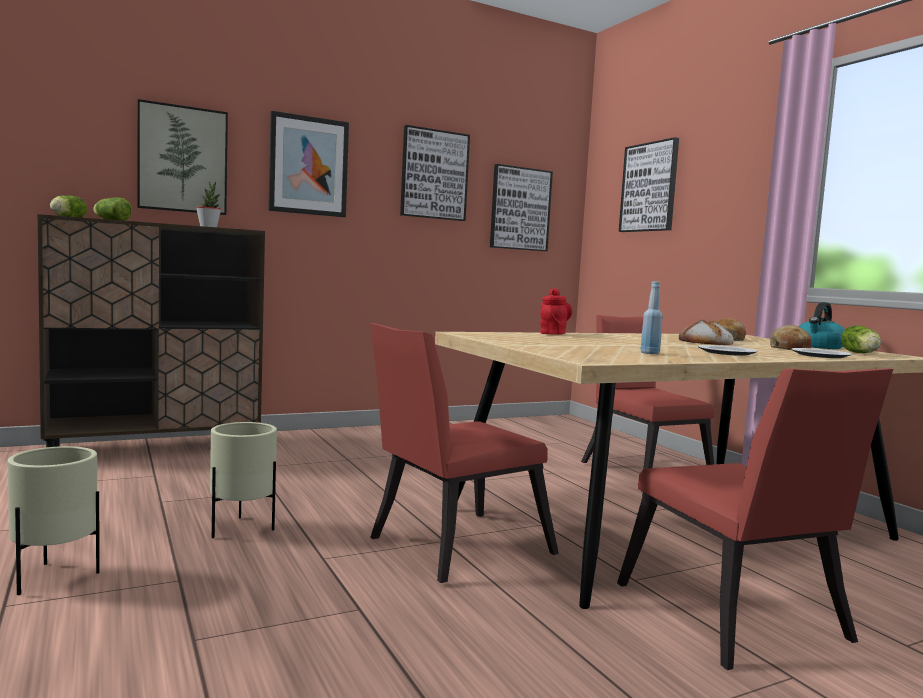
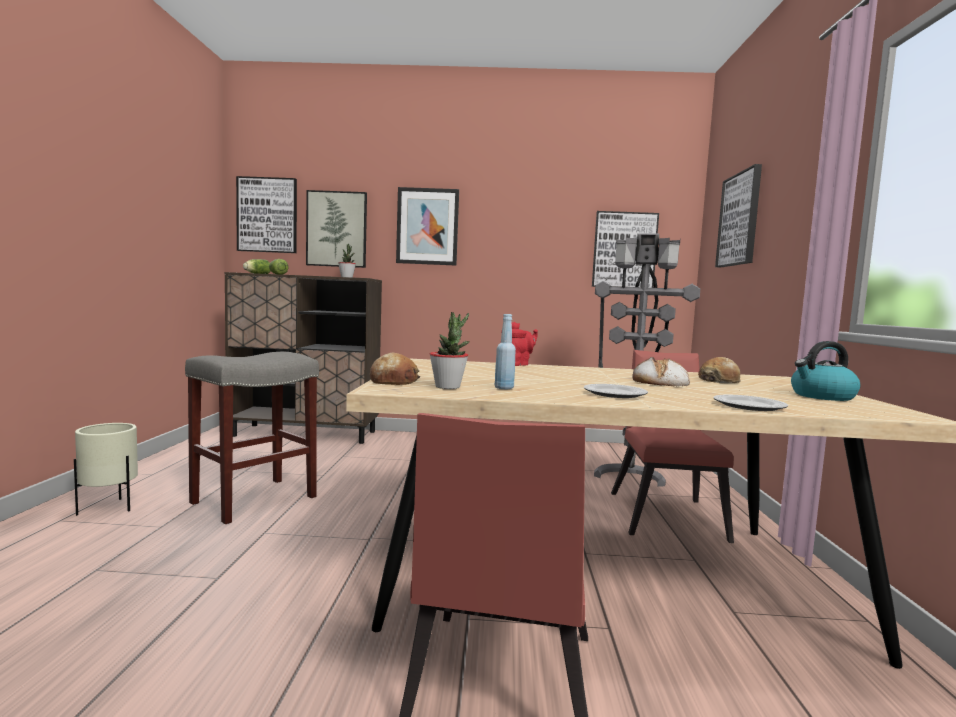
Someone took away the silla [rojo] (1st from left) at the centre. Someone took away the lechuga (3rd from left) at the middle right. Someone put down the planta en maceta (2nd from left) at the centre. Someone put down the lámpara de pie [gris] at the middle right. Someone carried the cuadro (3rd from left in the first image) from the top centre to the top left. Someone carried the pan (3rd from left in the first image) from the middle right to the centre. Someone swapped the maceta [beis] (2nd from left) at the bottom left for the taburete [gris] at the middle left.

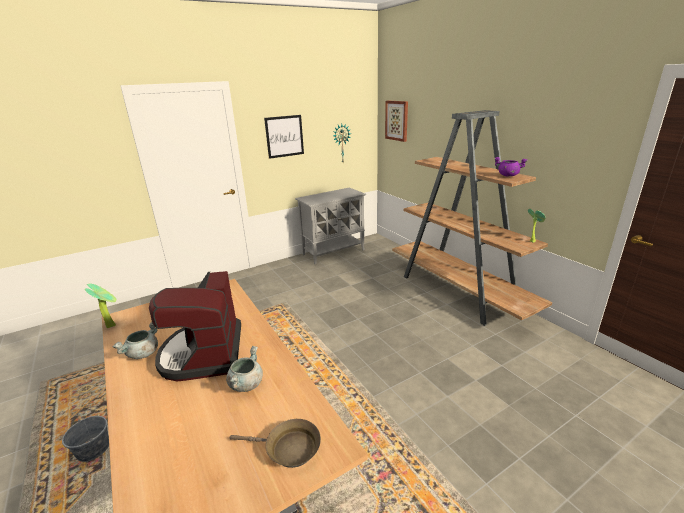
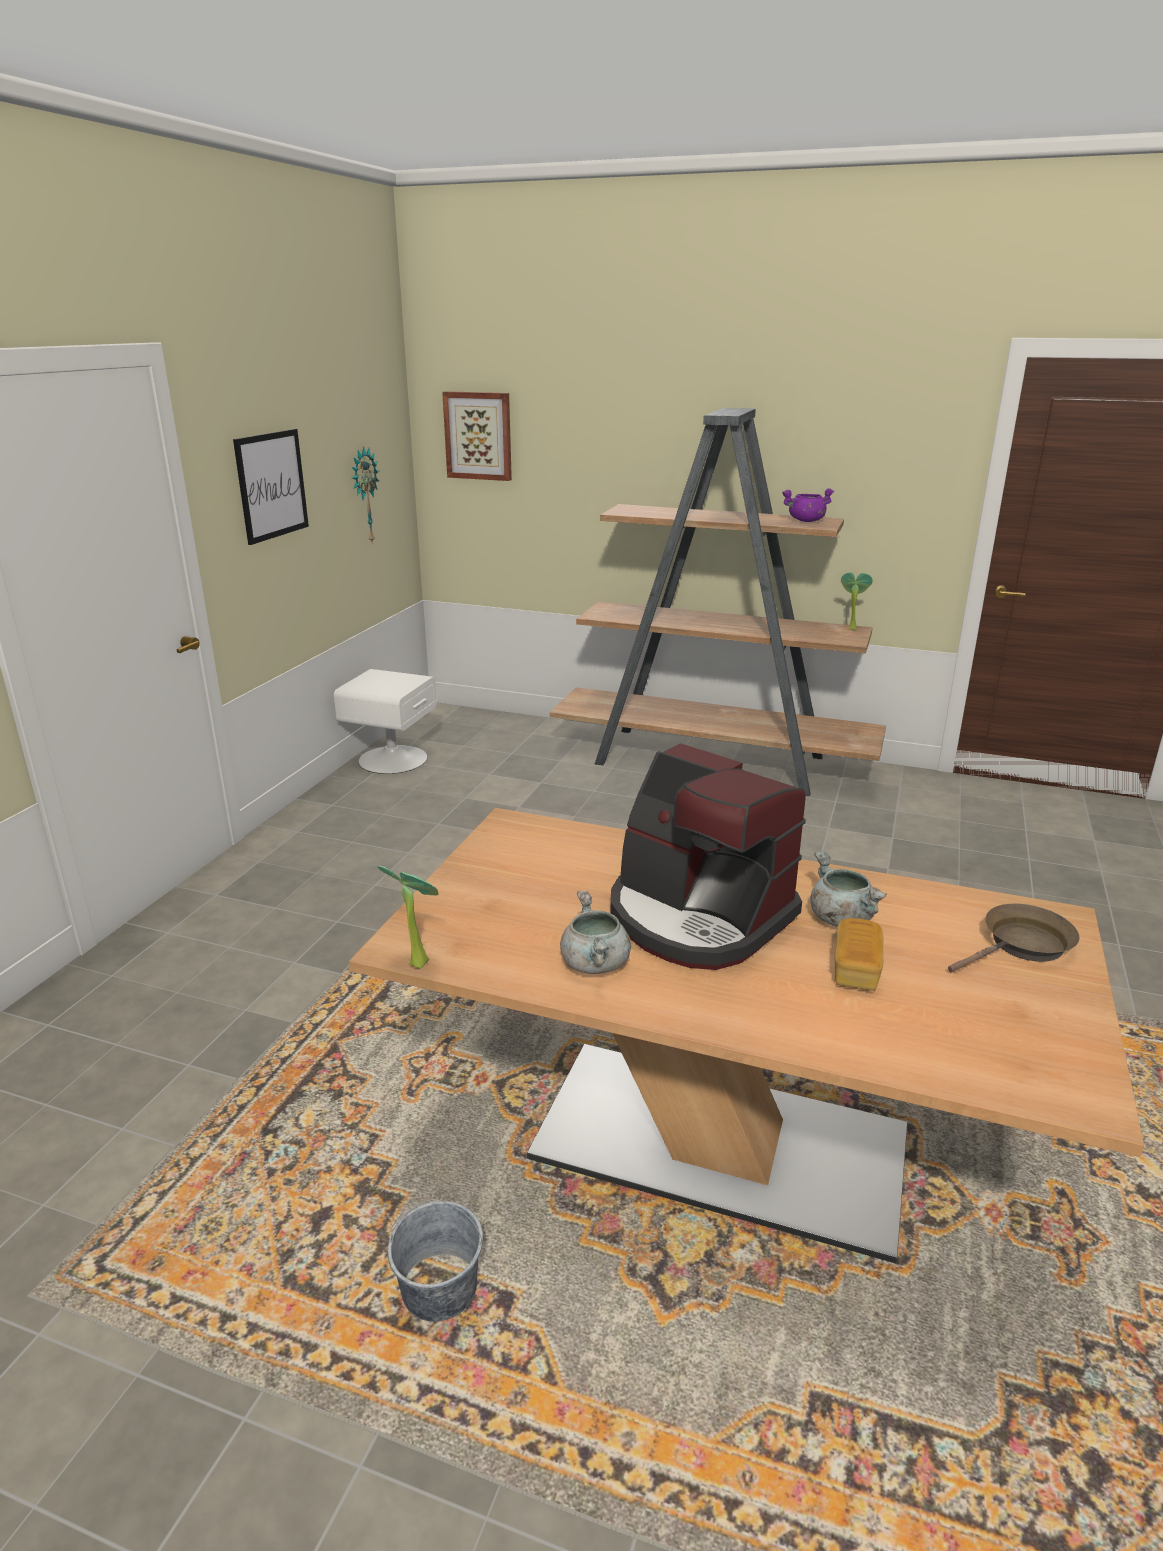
Someone put down the pan at the middle right. Someone swapped the armario [gris] at the centre for the mesita de noche [blanco] at the middle left.

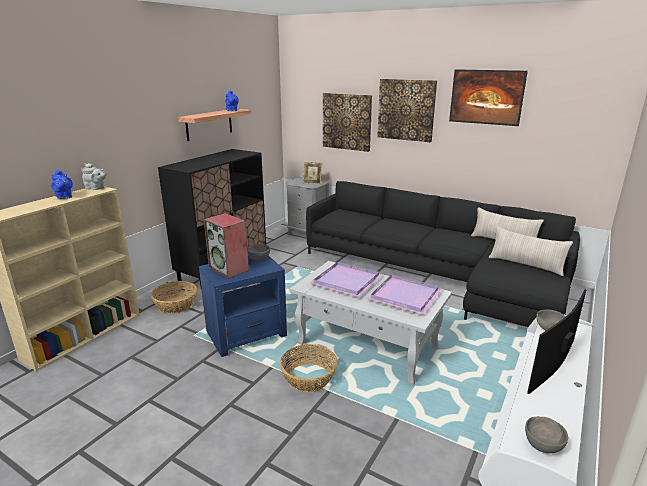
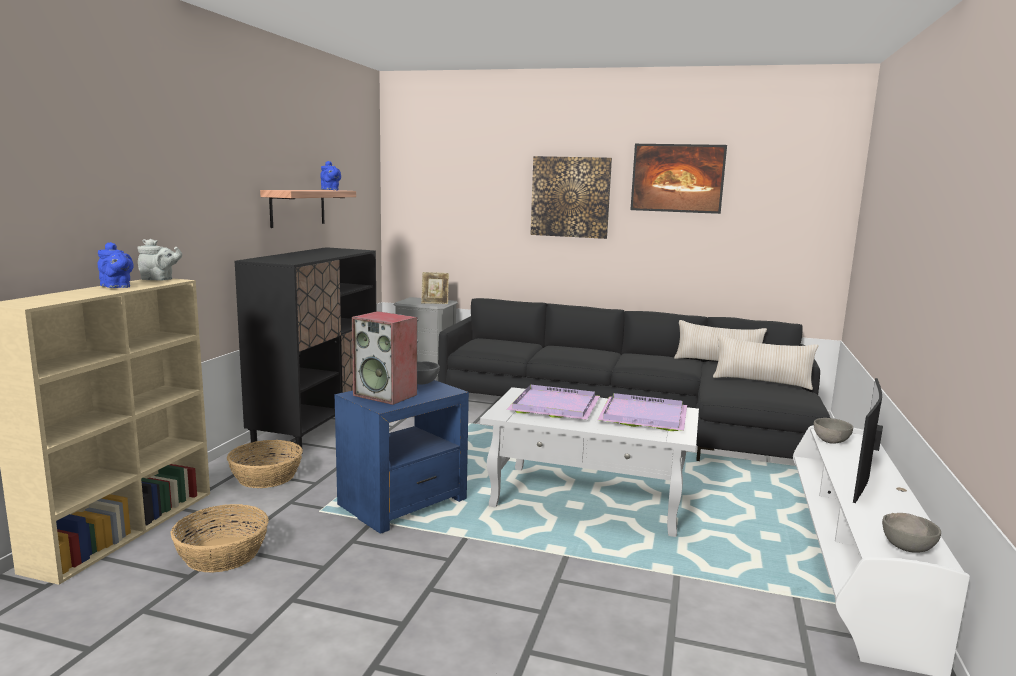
Someone took away the cuadro (1st from left) at the top centre. Someone carried the cesta (2nd from left in the first image) from the bottom centre to the bottom left.

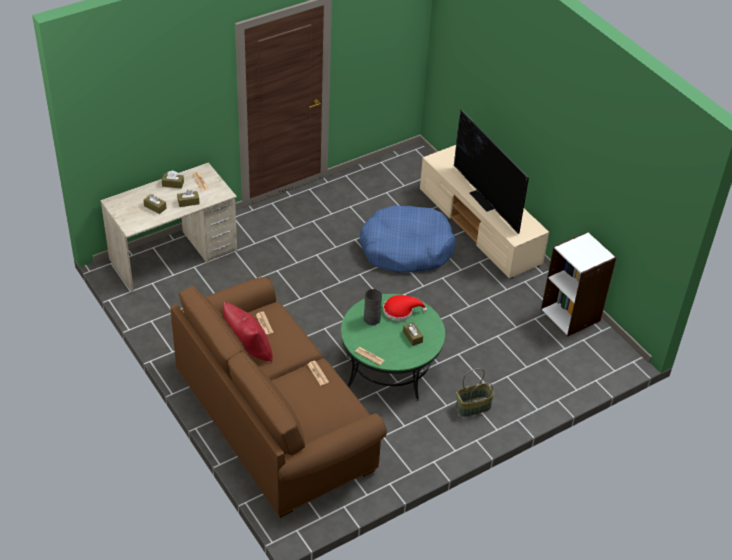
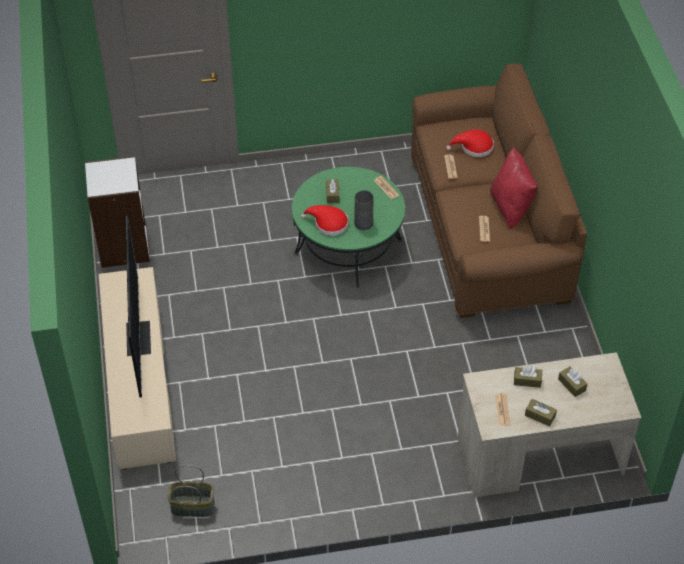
Someone took away the cama para perro [azul] at the centre. Someone put down the sombrero [rojo] (2nd from left) at the top right. Someone carried the cesta from the bottom centre to the bottom left.

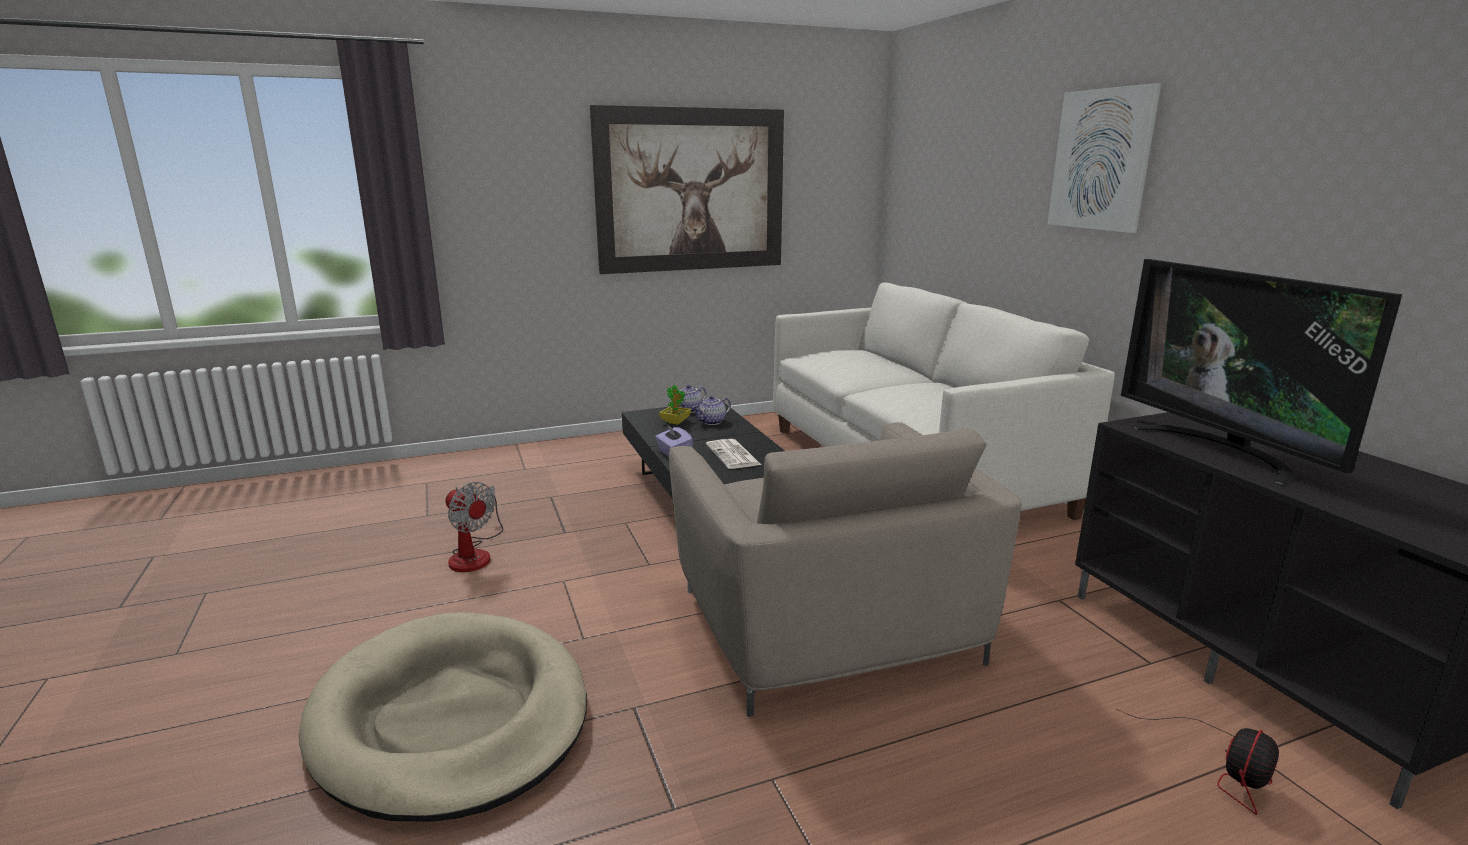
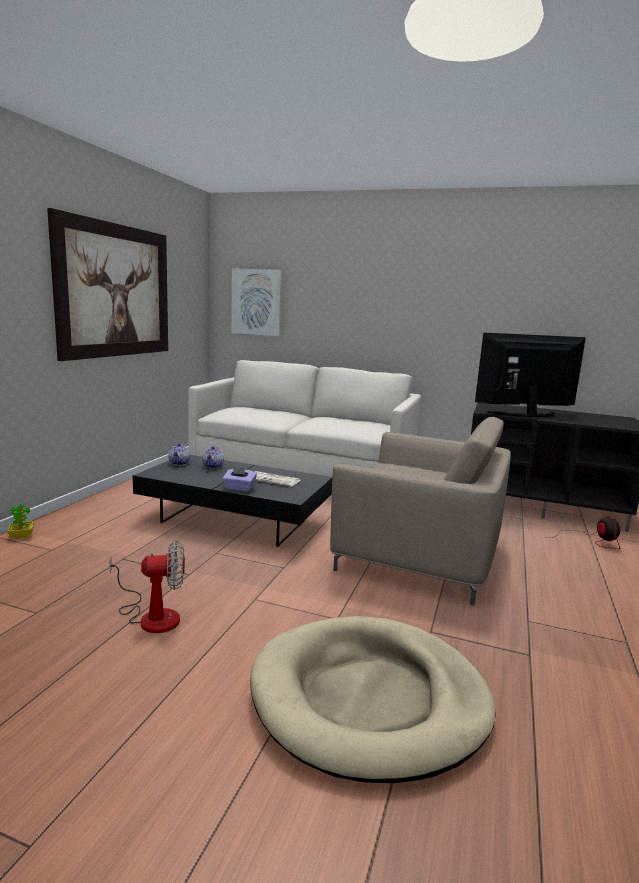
Someone carried the planta en maceta from the centre to the middle left. Someone carried the cuadro (2nd from left) from the top right to the centre. Someone rotated the televisor at the middle right by 150 degrees clockwise.

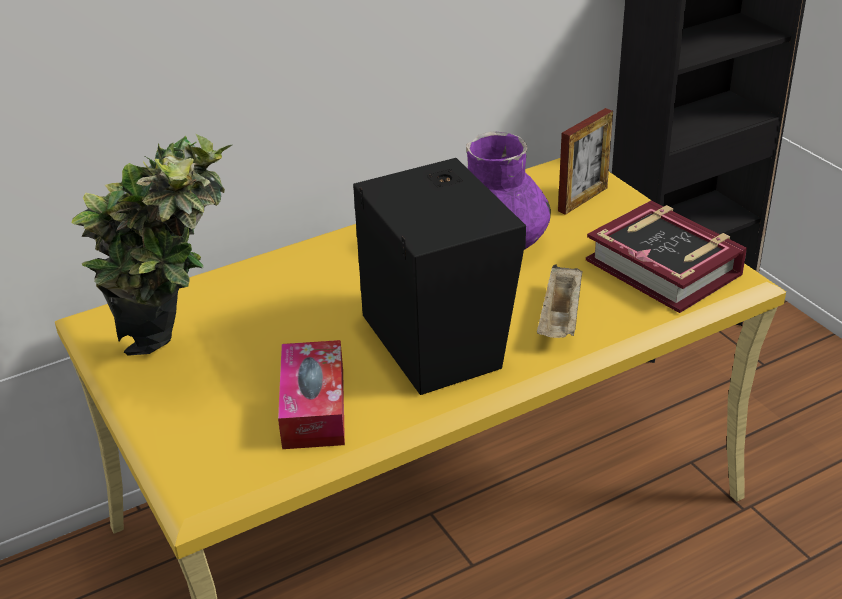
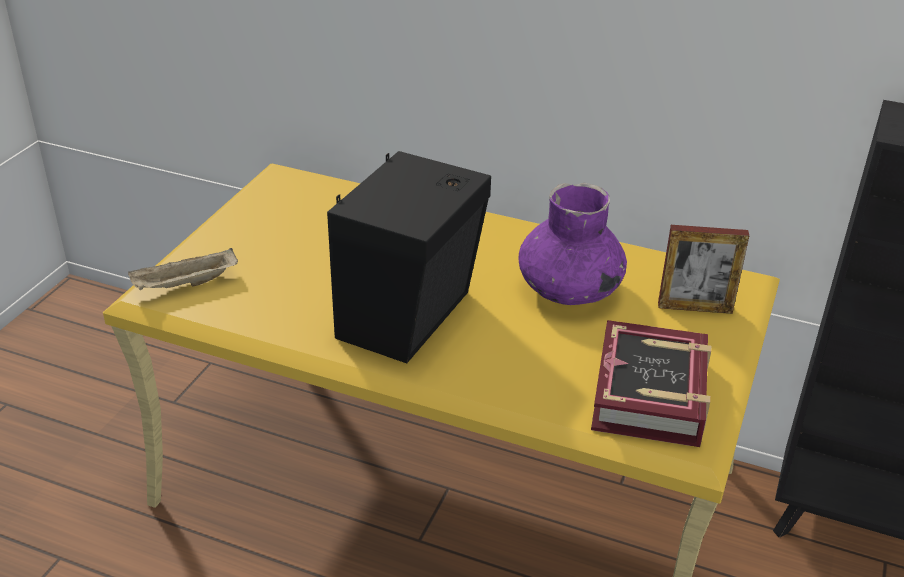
Someone took away the planta en maceta at the middle left. Someone took away the caja de pañuelos at the centre. Someone carried the bandeja [beis] from the centre to the middle left.

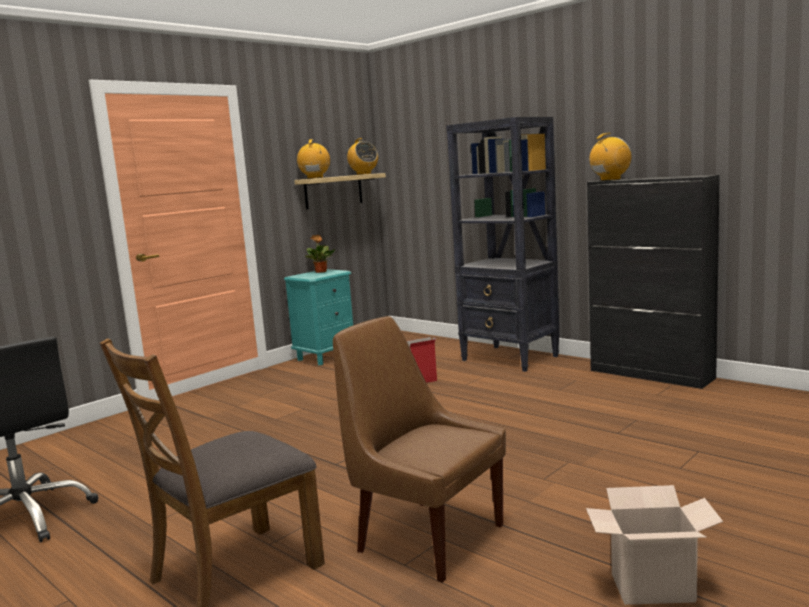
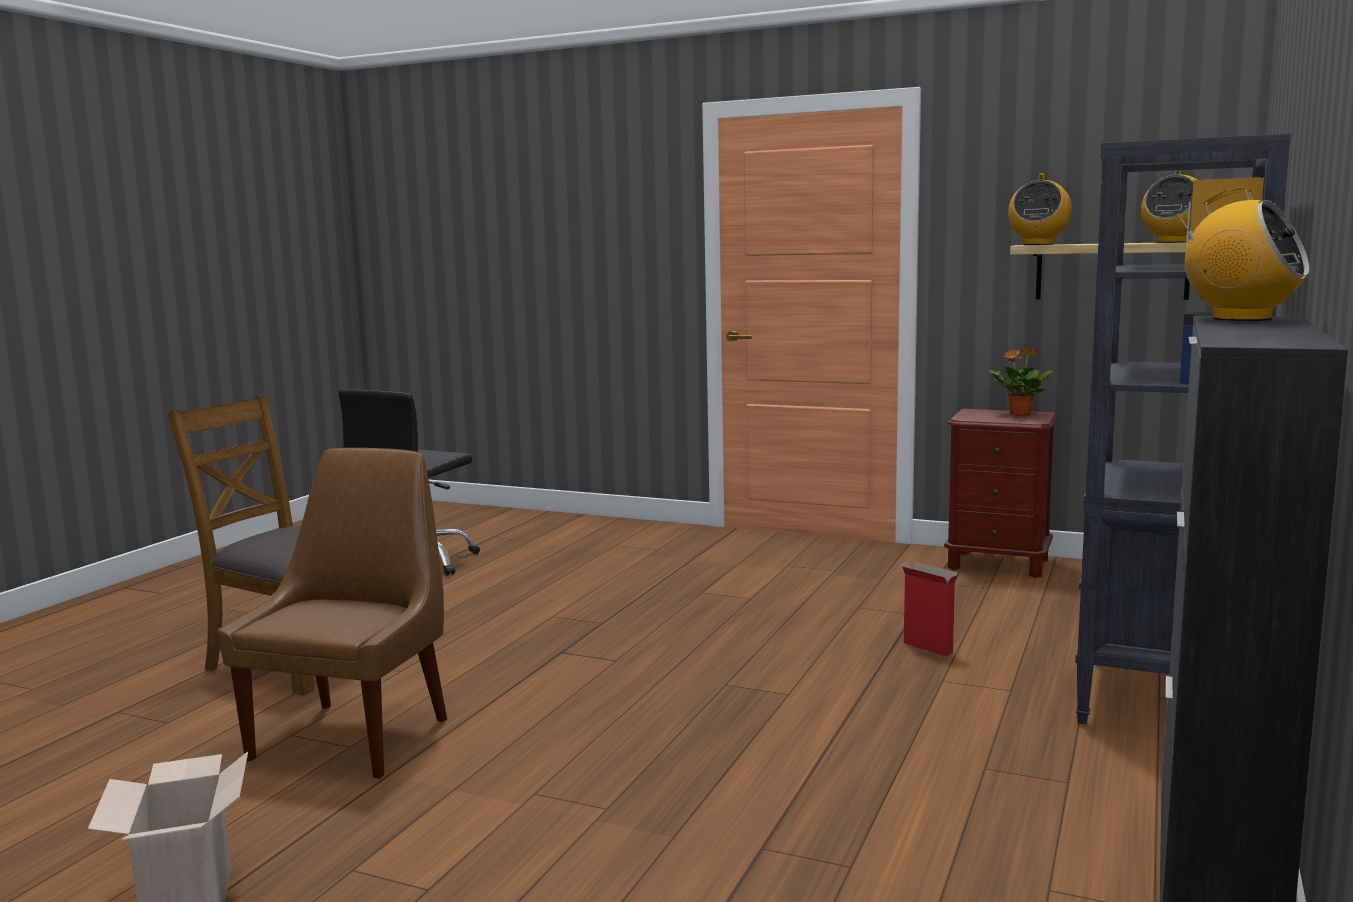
Someone repainted the mesita de noche [turquesa] at the centre, which became the mesita de noche [marrón] at the middle right. Someone rotated the radio (1st from left) at the top centre by 135 degrees clockwise.

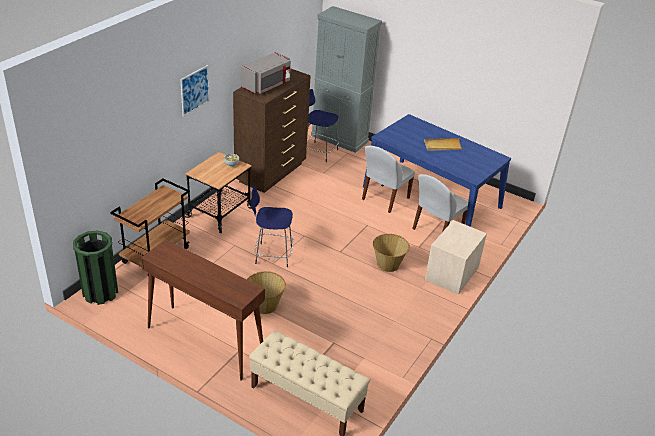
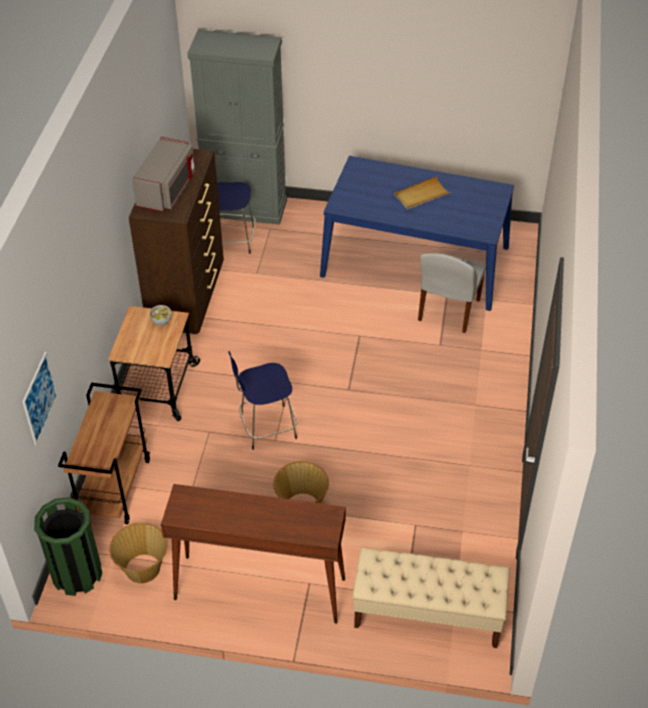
Someone took away the silla [blanco] (1st from left) at the centre. Someone took away the mesita de noche [beis] at the middle right. Someone carried the cuadro from the top left to the middle left. Someone carried the cesta (2nd from left in the first image) from the centre to the bottom left.

